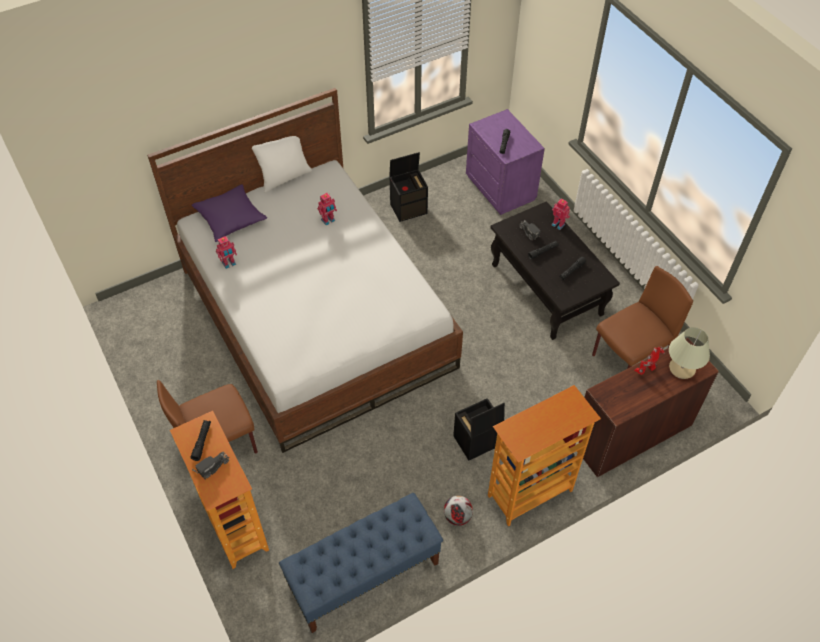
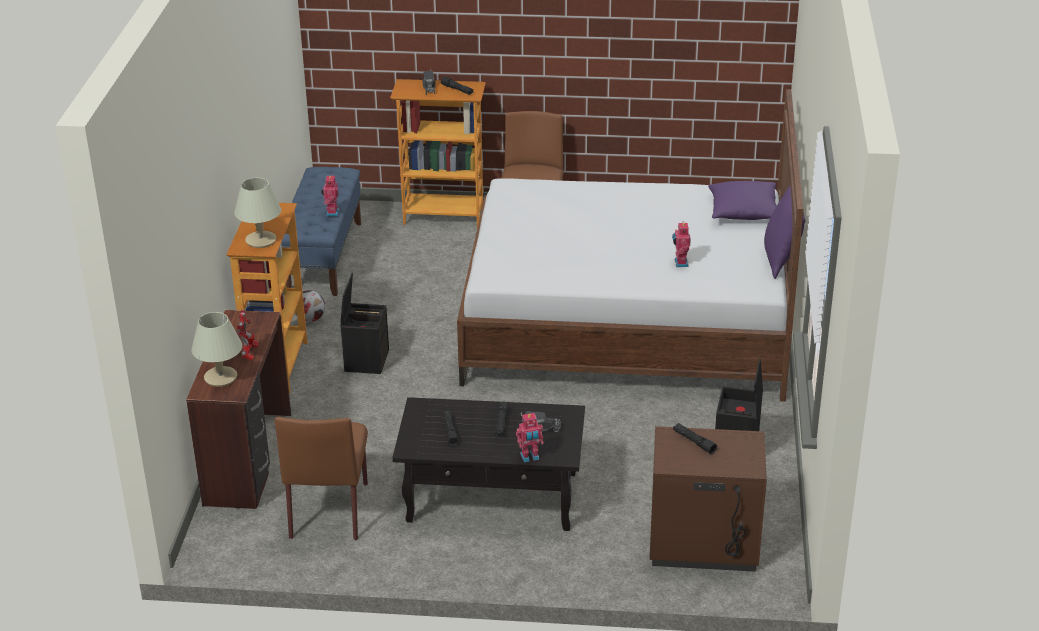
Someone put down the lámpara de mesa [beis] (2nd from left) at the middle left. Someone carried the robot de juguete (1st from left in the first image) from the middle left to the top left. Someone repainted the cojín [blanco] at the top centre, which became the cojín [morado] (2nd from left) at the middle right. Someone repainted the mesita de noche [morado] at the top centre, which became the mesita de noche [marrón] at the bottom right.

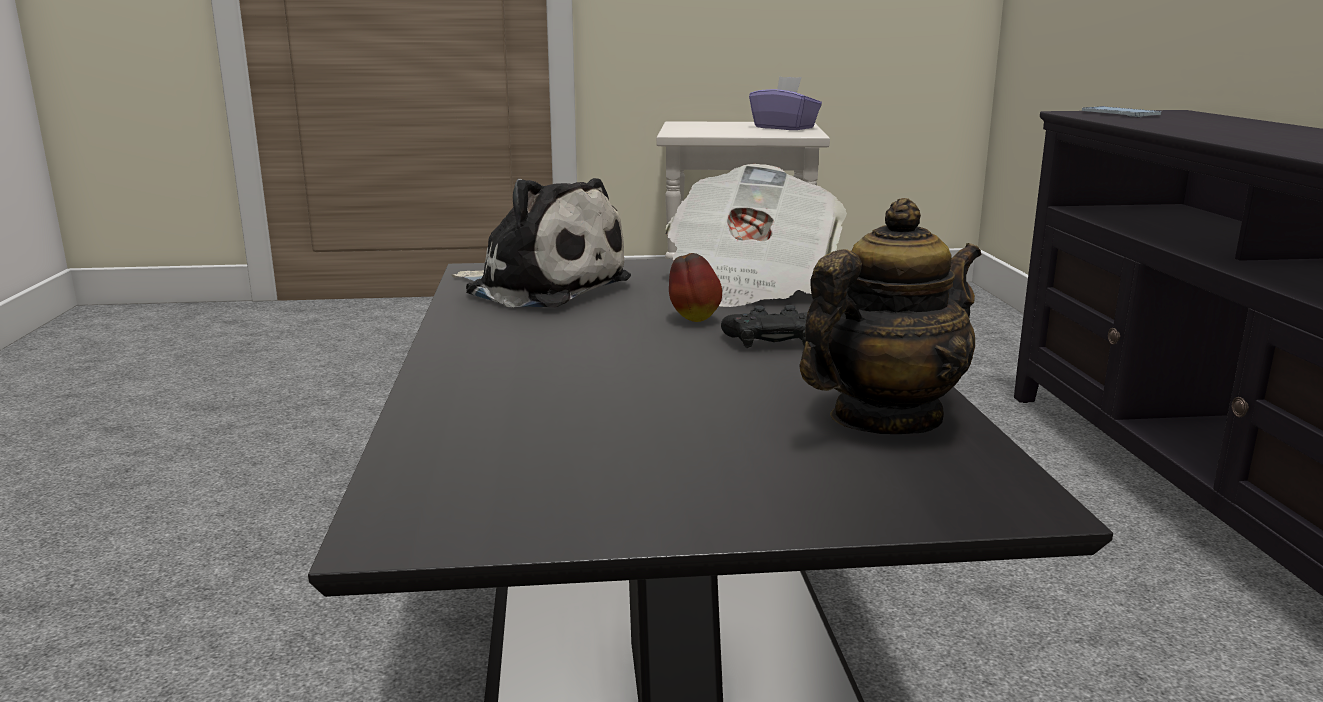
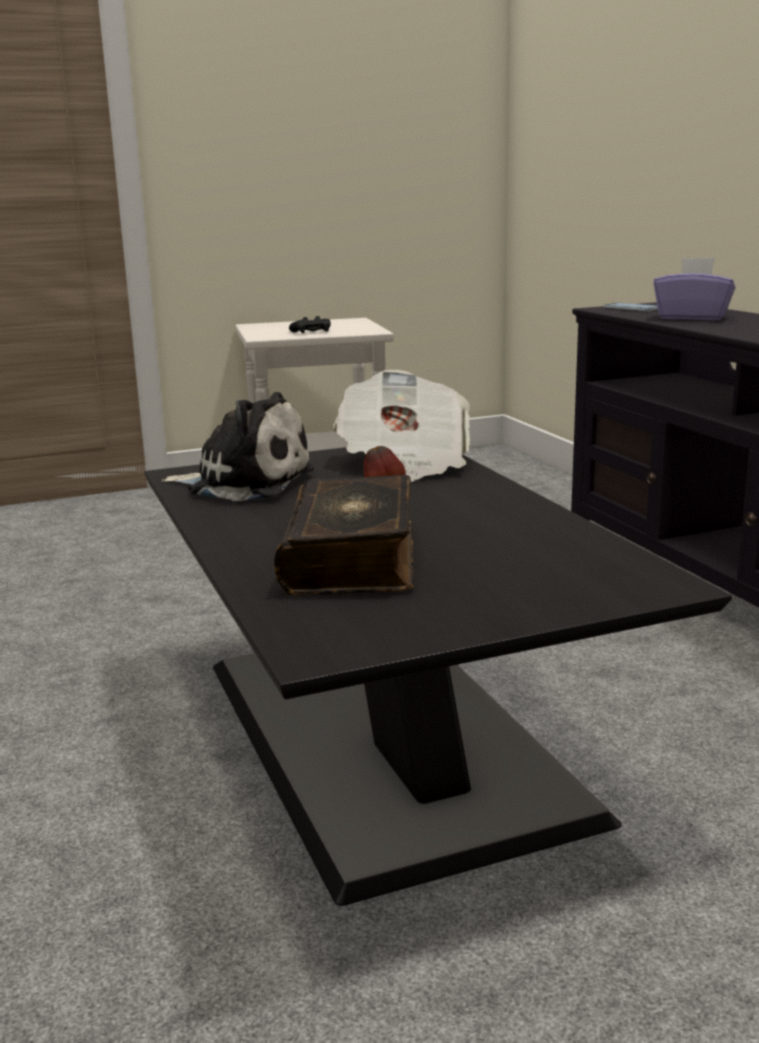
Someone took away the tetera at the middle right. Someone put down the libro at the centre. Someone carried the mando de consola [negro] from the centre to the top centre. Someone carried the caja de pañuelos [morado] from the top centre to the top right.

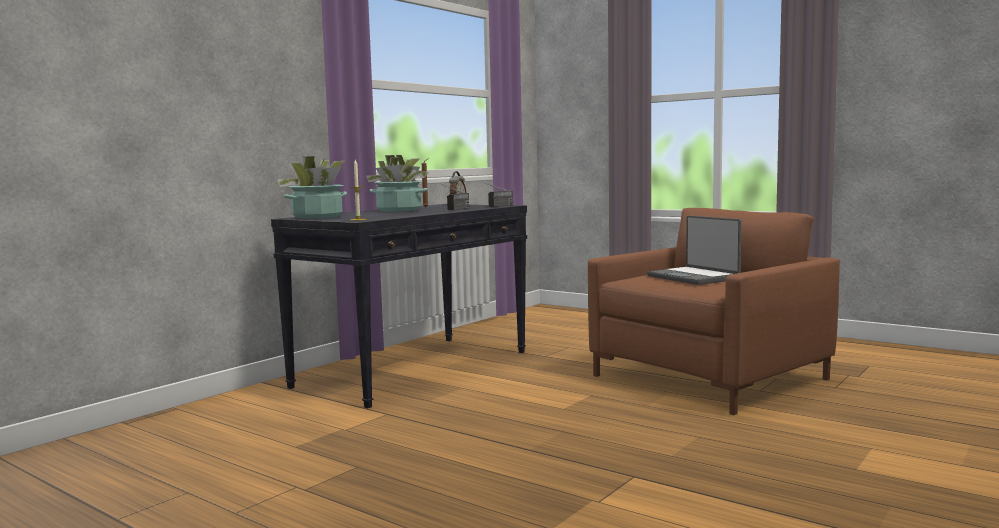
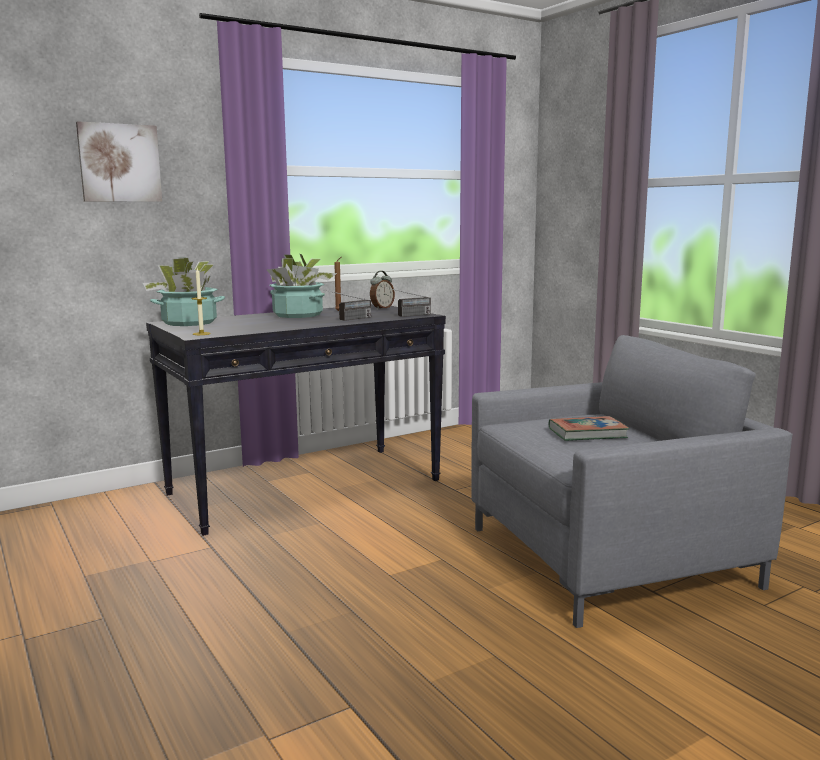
Someone put up the cuadro at the top left. Someone swapped the portátil at the middle right for the libro at the middle right. Someone repainted the sillón [marrón] at the middle right, which became the sillón [gris] at the middle right.

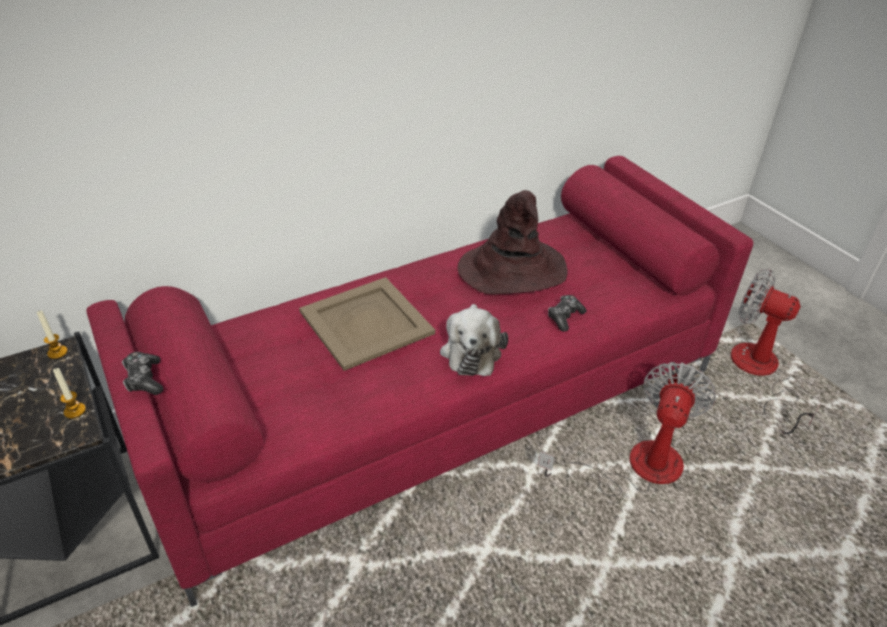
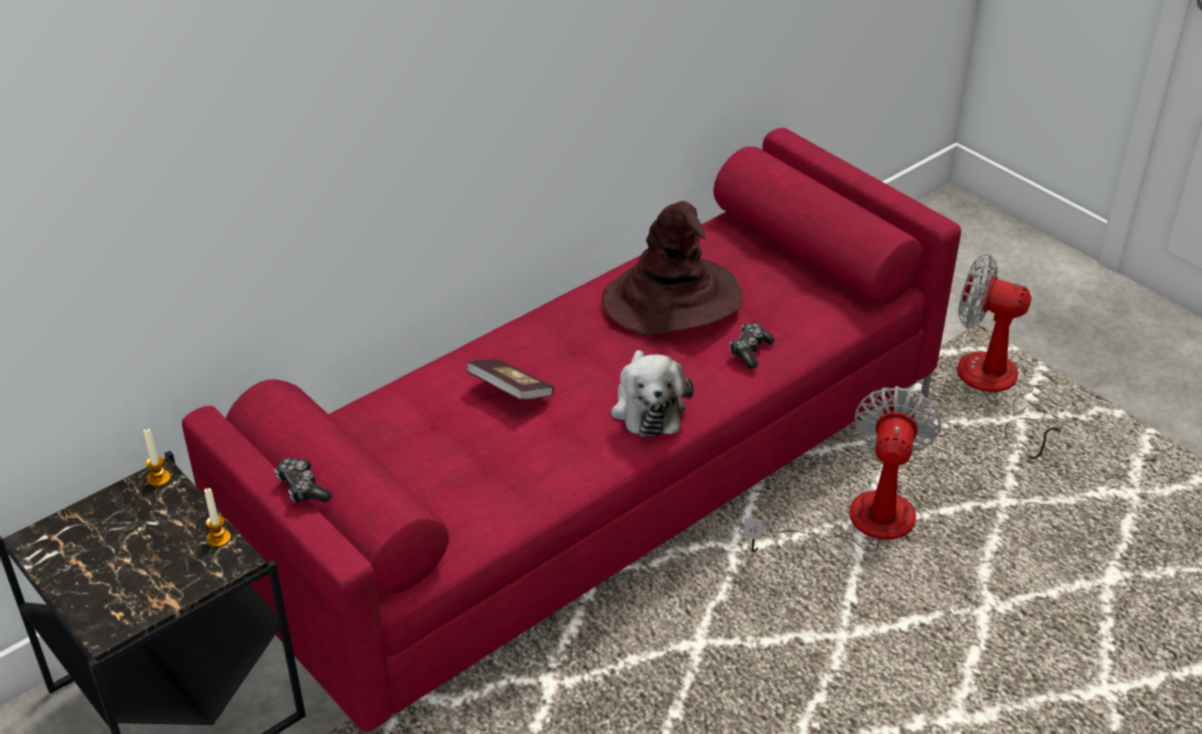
Someone swapped the bandeja [beis] at the centre for the libro at the centre.

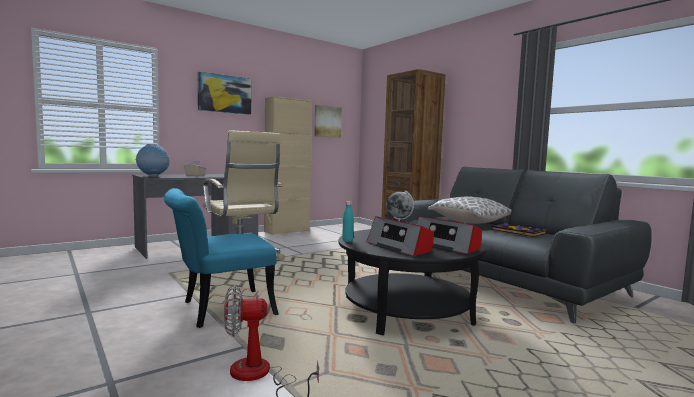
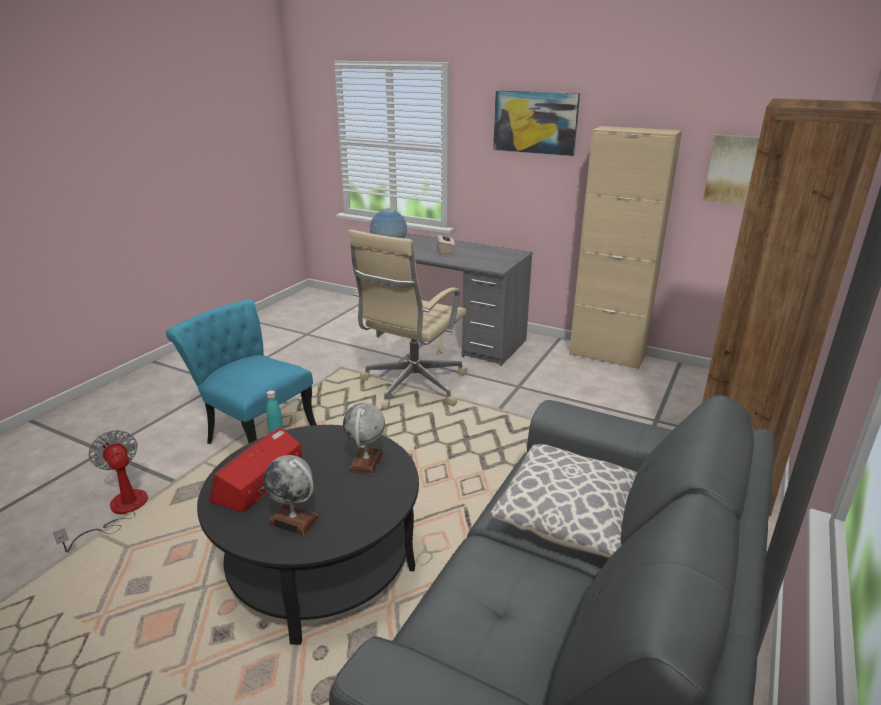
Someone took away the libro at the middle right. Someone swapped the radio (2nd from left) at the centre for the globo terráqueo (1st from left) at the bottom left.

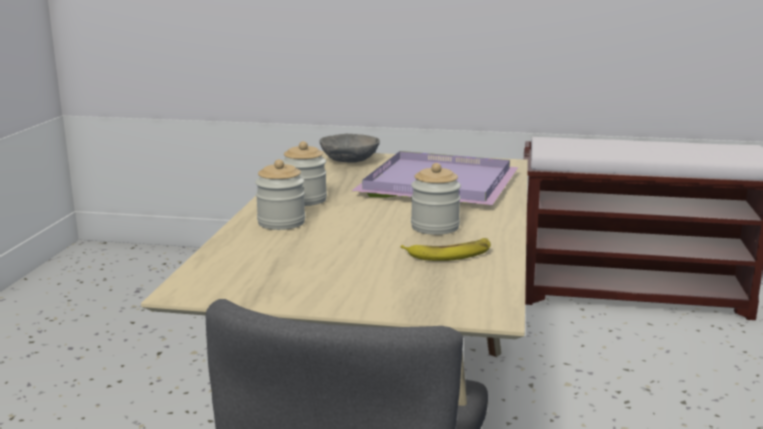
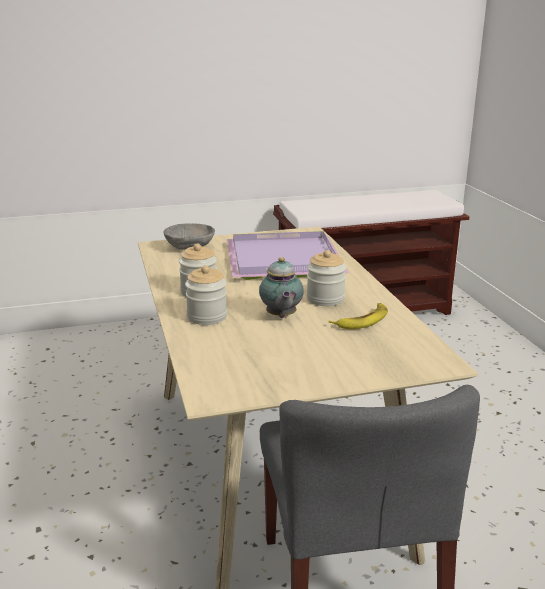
Someone put down the tetera at the centre.

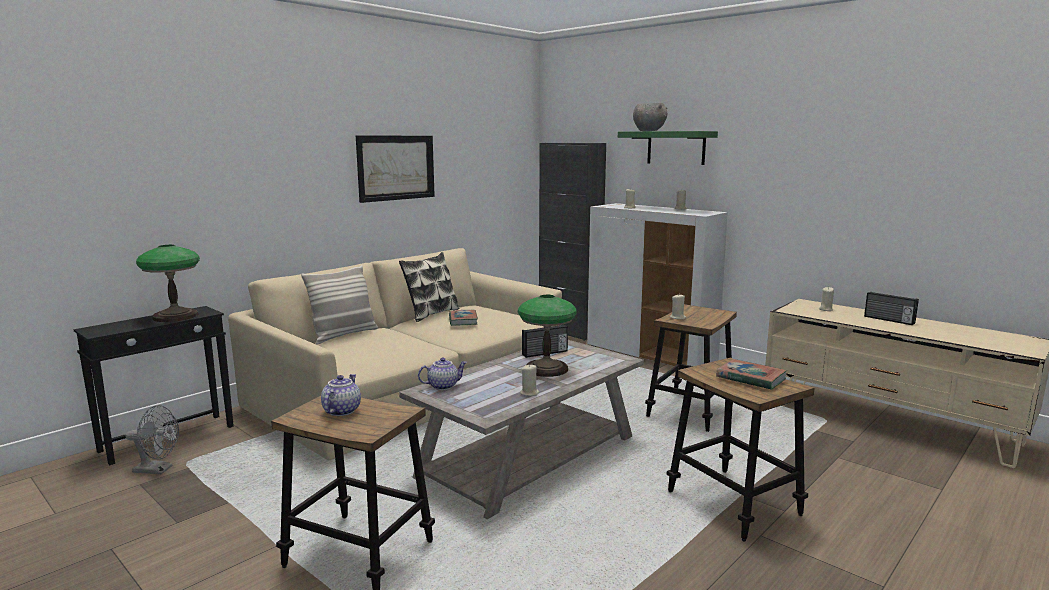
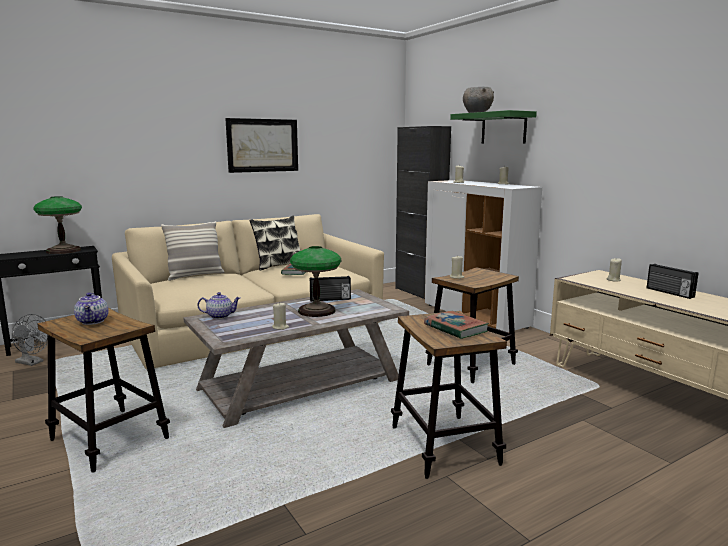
Someone rotated the tetera (1st from left) at the bottom left by 135 degrees clockwise.

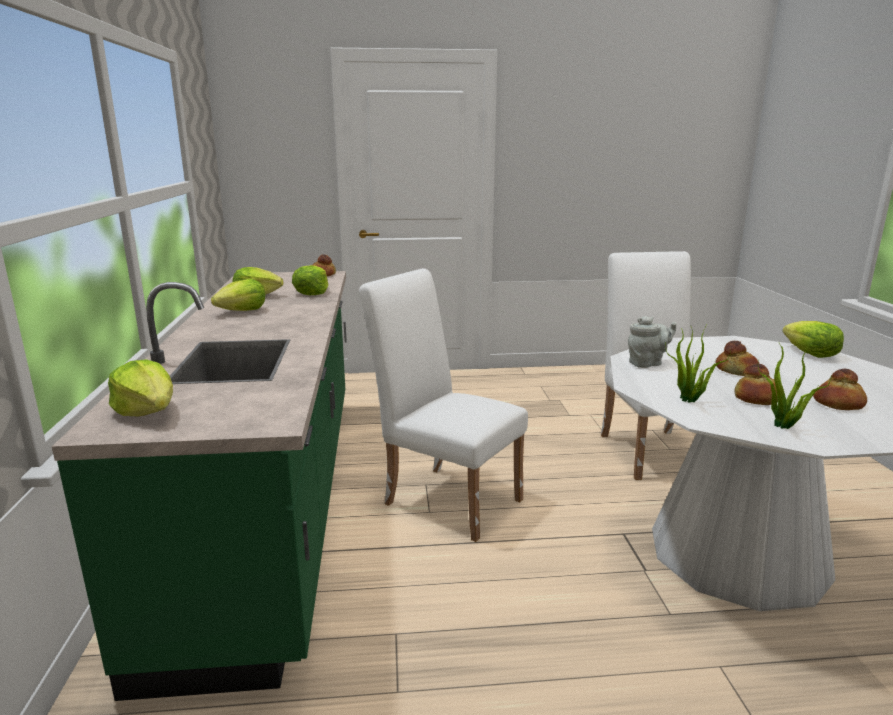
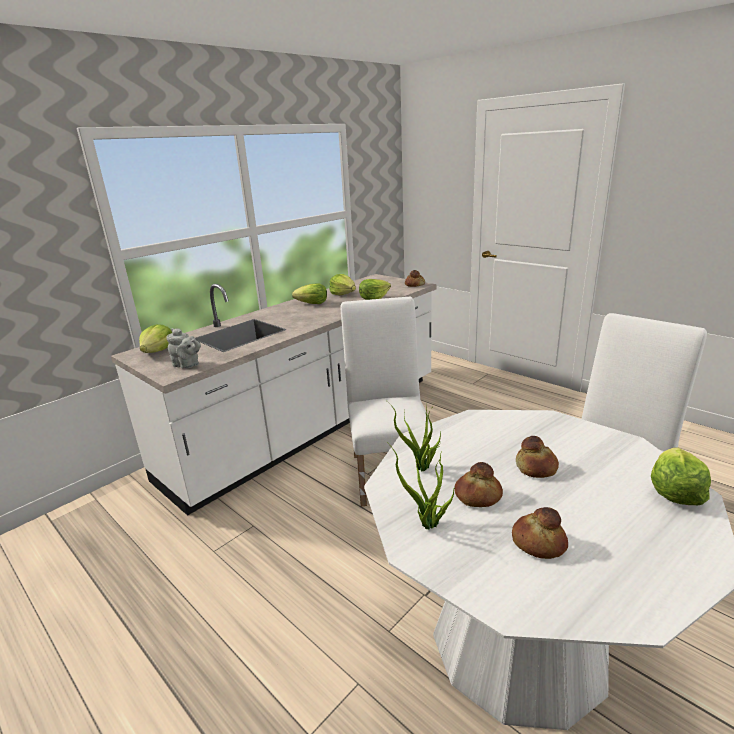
Someone carried the tetera [gris] from the middle right to the middle left. Someone repainted the mueble bajo de cocina [verde] at the bottom left, which became the mueble bajo de cocina [blanco] at the centre.

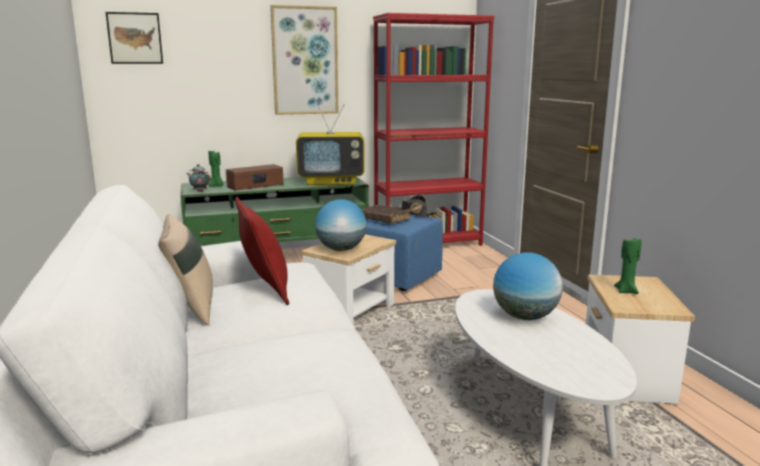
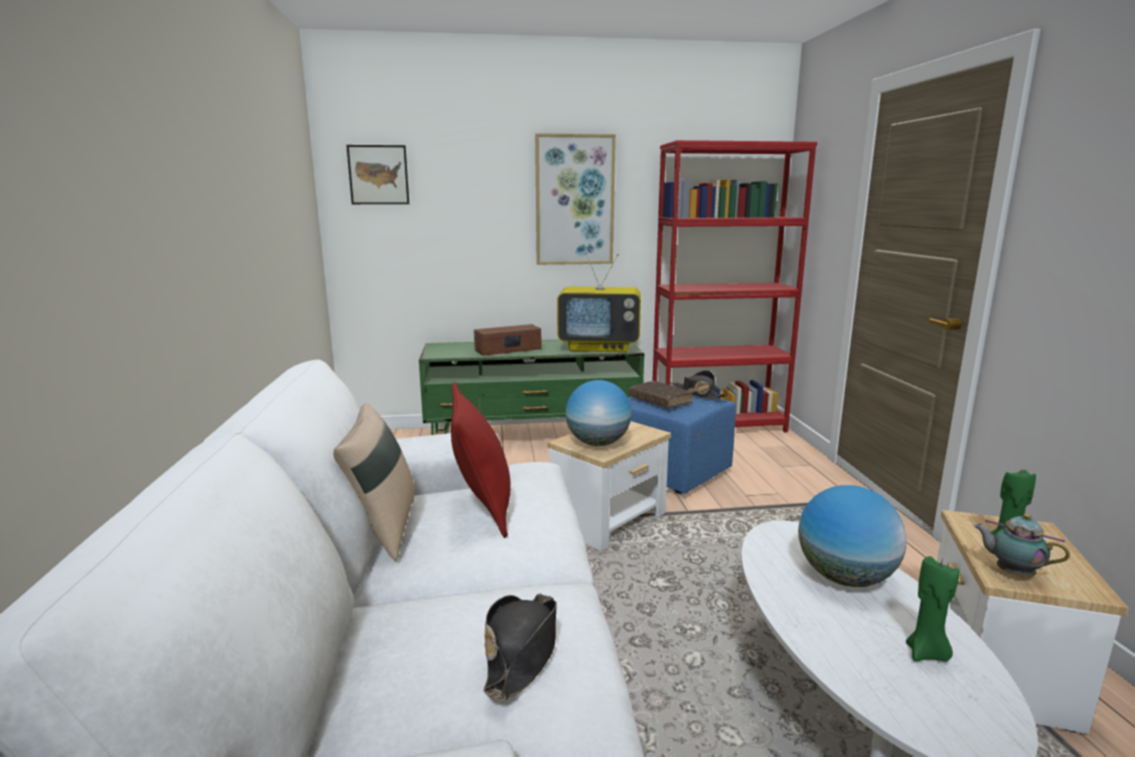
Someone put down the sombrero [negro] (1st from left) at the bottom centre. Someone carried the tetera from the middle left to the bottom right. Someone carried the vela [verde] (1st from left) from the middle left to the bottom right.

